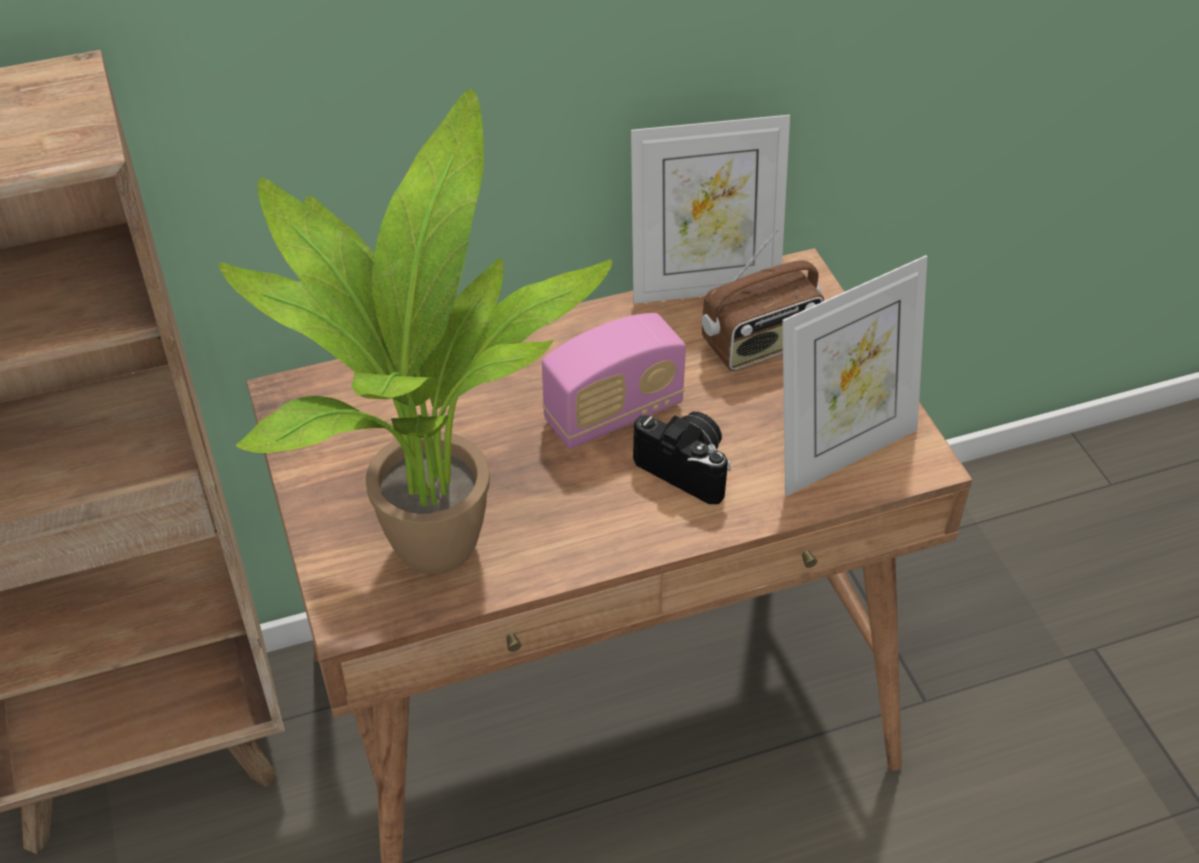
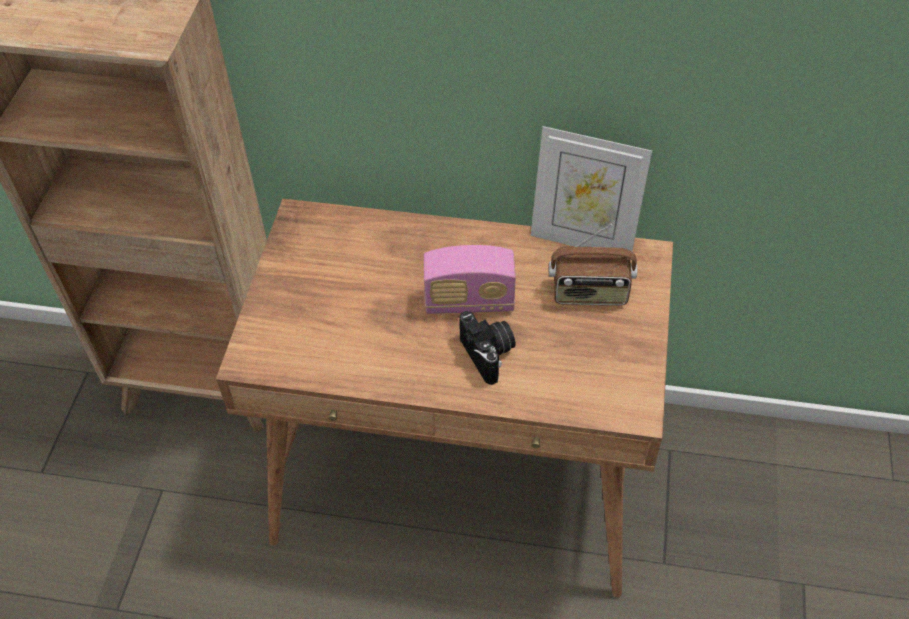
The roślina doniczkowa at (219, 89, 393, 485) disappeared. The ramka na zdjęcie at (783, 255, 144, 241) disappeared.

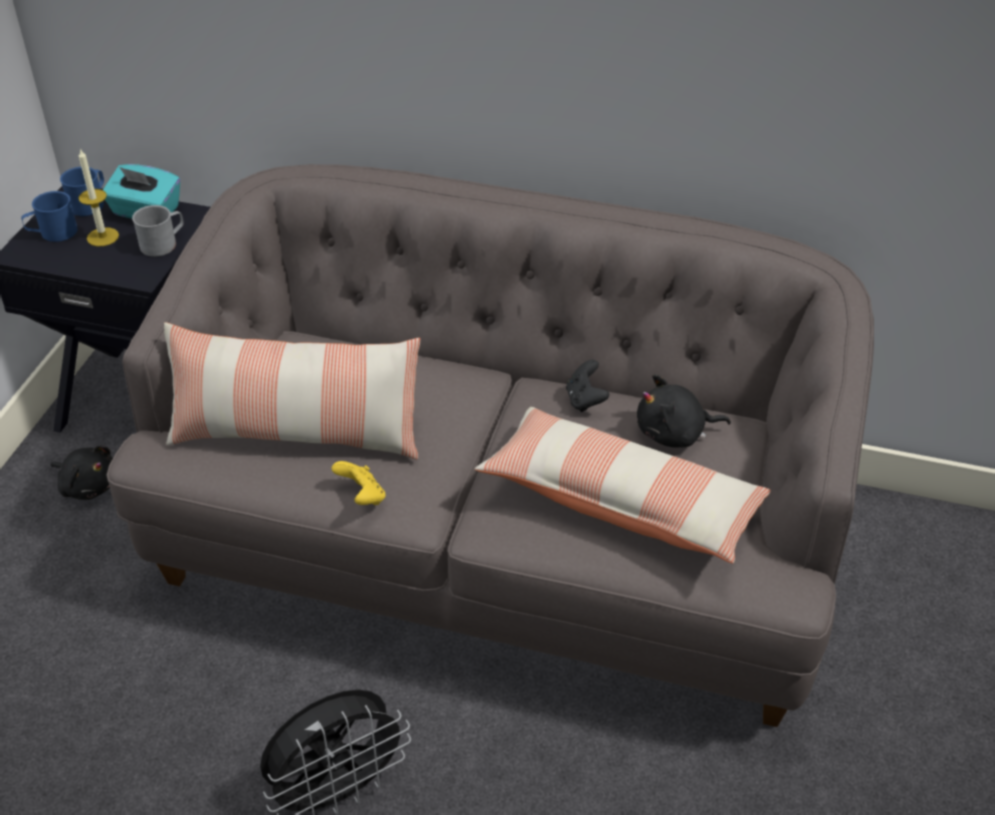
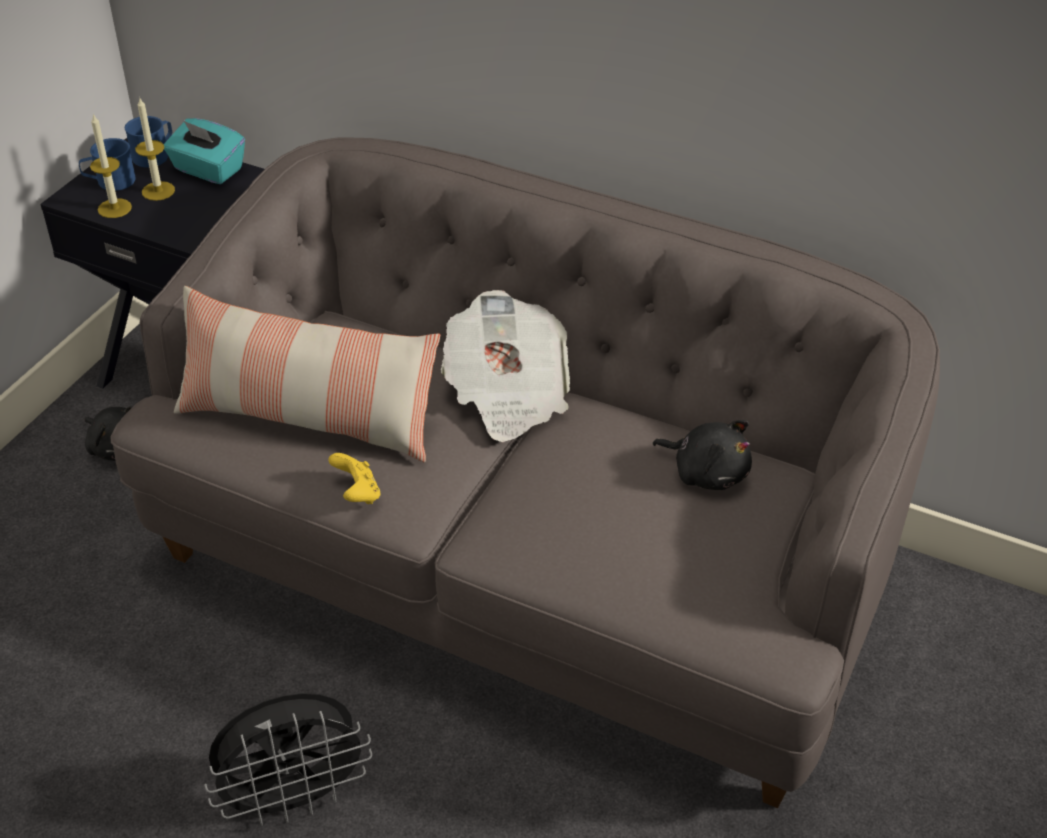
The kubek/szary at (132, 205, 52, 52) disappeared. The pad do gier/czarny at (566, 360, 43, 52) disappeared. The pluszak/czarny at (637, 374, 94, 73) turned 150 degrees counterclockwise. The poduszka at (475, 407, 296, 156) disappeared. The świeca at (90, 113, 42, 105) appeared. The gazeta at (441, 290, 129, 152) appeared.

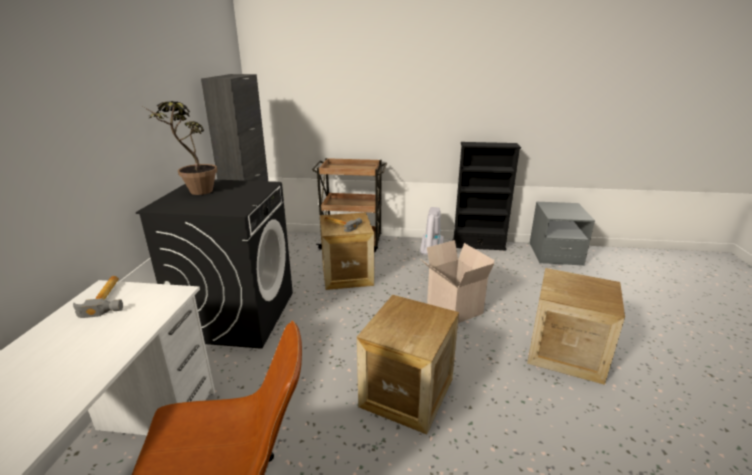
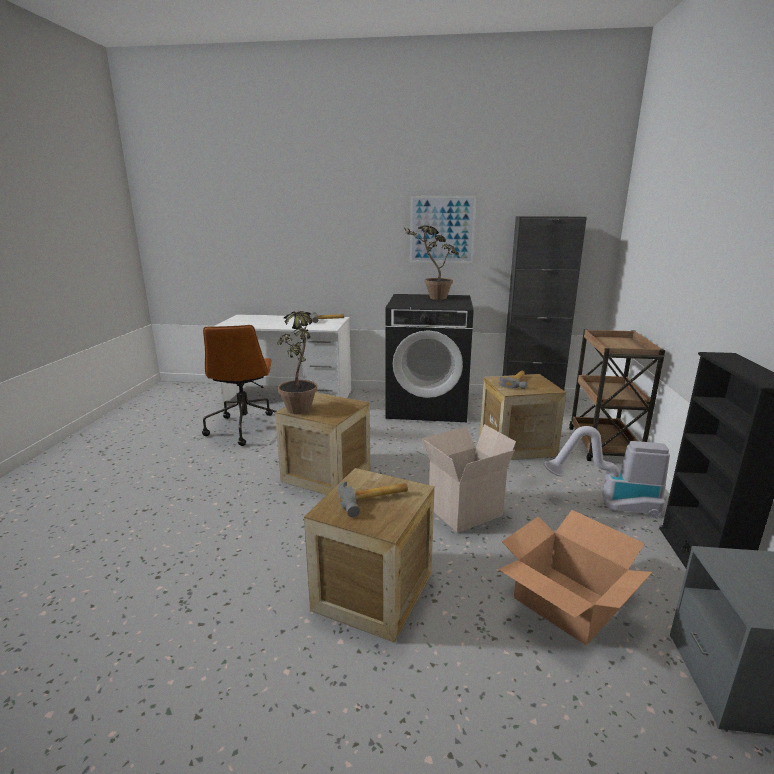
The obraz at (410, 196, 66, 67) appeared. The roślina doniczkowa at (277, 311, 40, 103) appeared. The młotek at (338, 481, 70, 36) appeared. The karton at (498, 510, 154, 135) appeared.

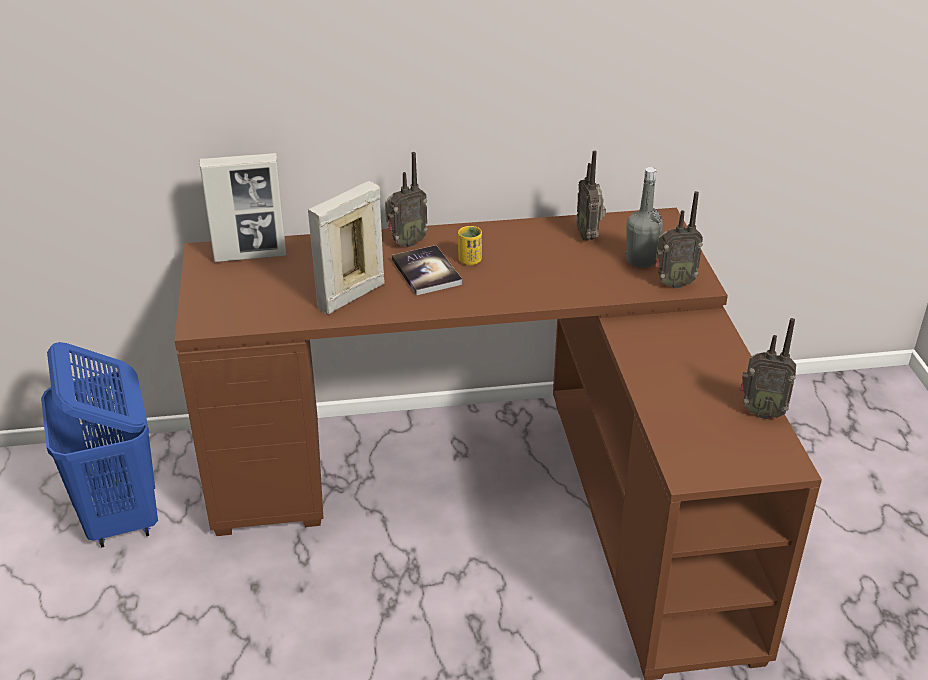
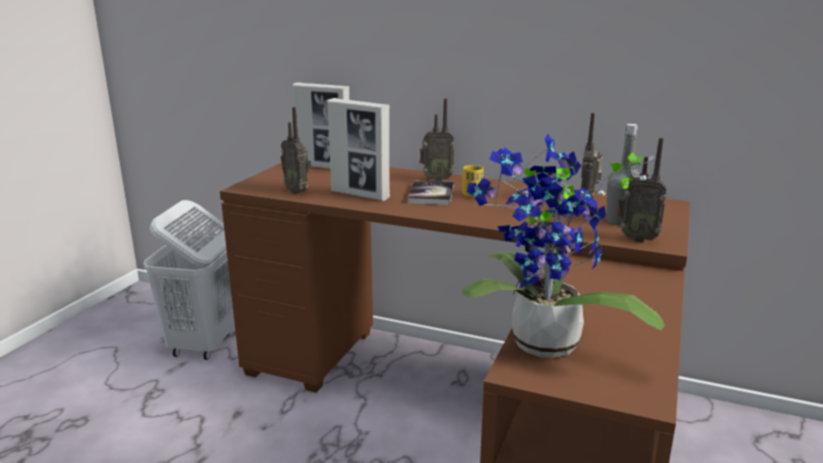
The ramka na zdjęcie at (308, 181, 77, 134) turned 135 degrees counterclockwise. The radio moved from (740, 318, 56, 101) to (281, 107, 30, 87). The kosz na pranie/niebieski at (41, 342, 117, 205) became the kosz na pranie/biały at (144, 200, 91, 160). The roślina doniczkowa at (462, 133, 203, 225) appeared.

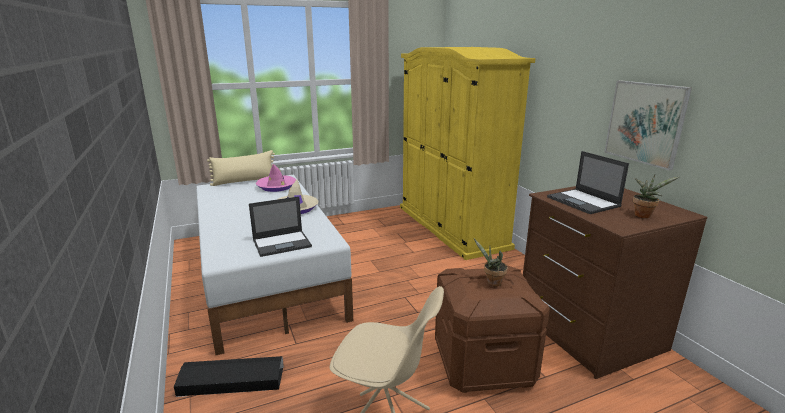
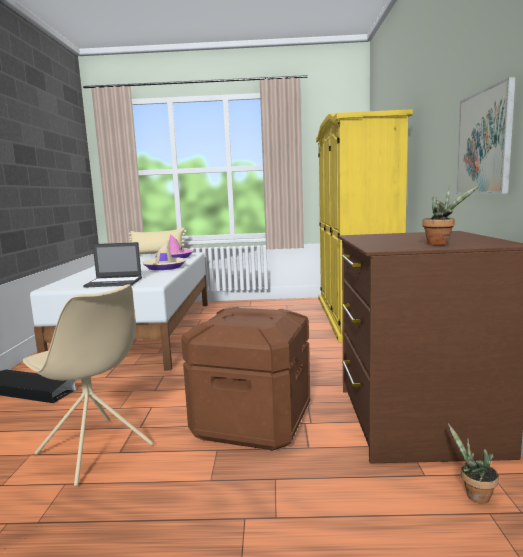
The laptop at (547, 151, 82, 63) disappeared. The roślina doniczkowa moved from (474, 239, 34, 47) to (448, 423, 51, 81).

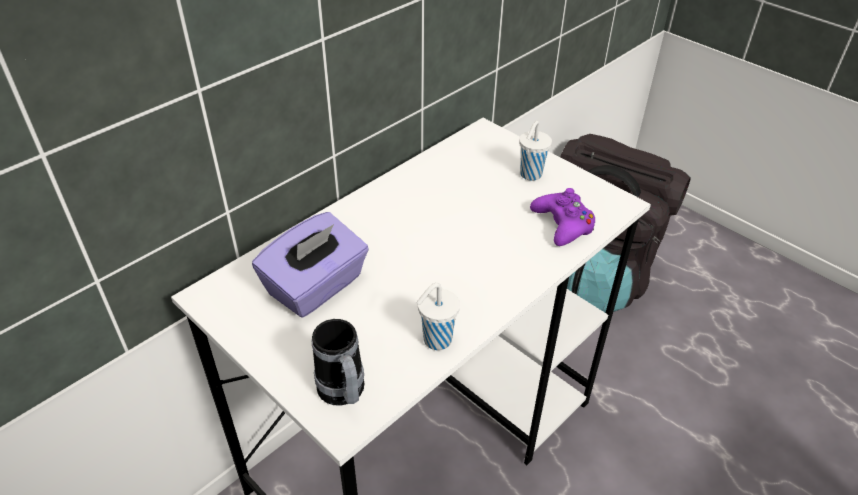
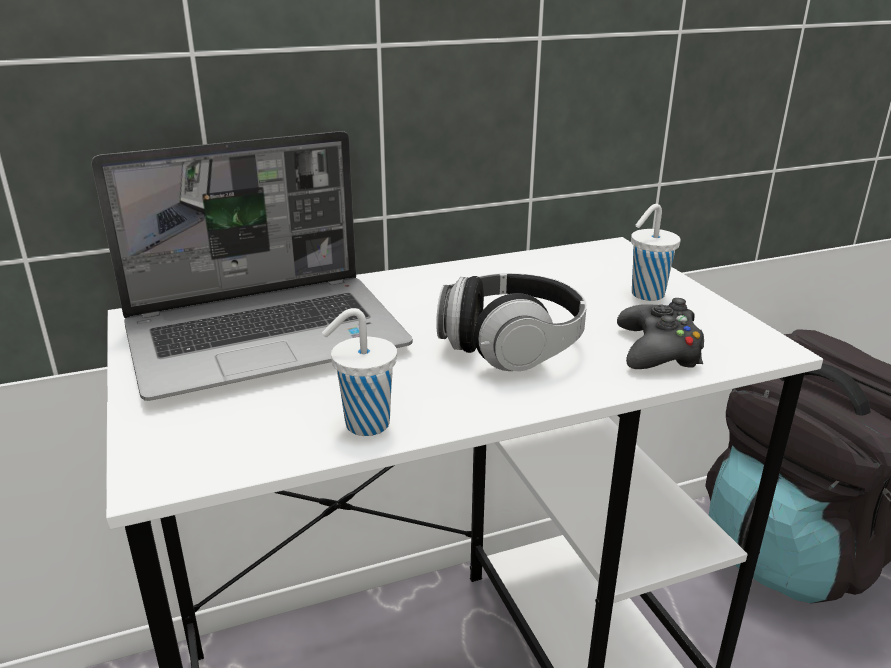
The pad do gier/fioletowy at (530, 188, 65, 58) became the pad do gier/czarny at (617, 298, 87, 71). The pudełko chusteczek/fioletowy at (252, 212, 117, 106) was replaced by the laptop at (92, 131, 321, 270). The kubek at (312, 319, 53, 87) disappeared. The słuchawki at (436, 273, 151, 98) appeared.

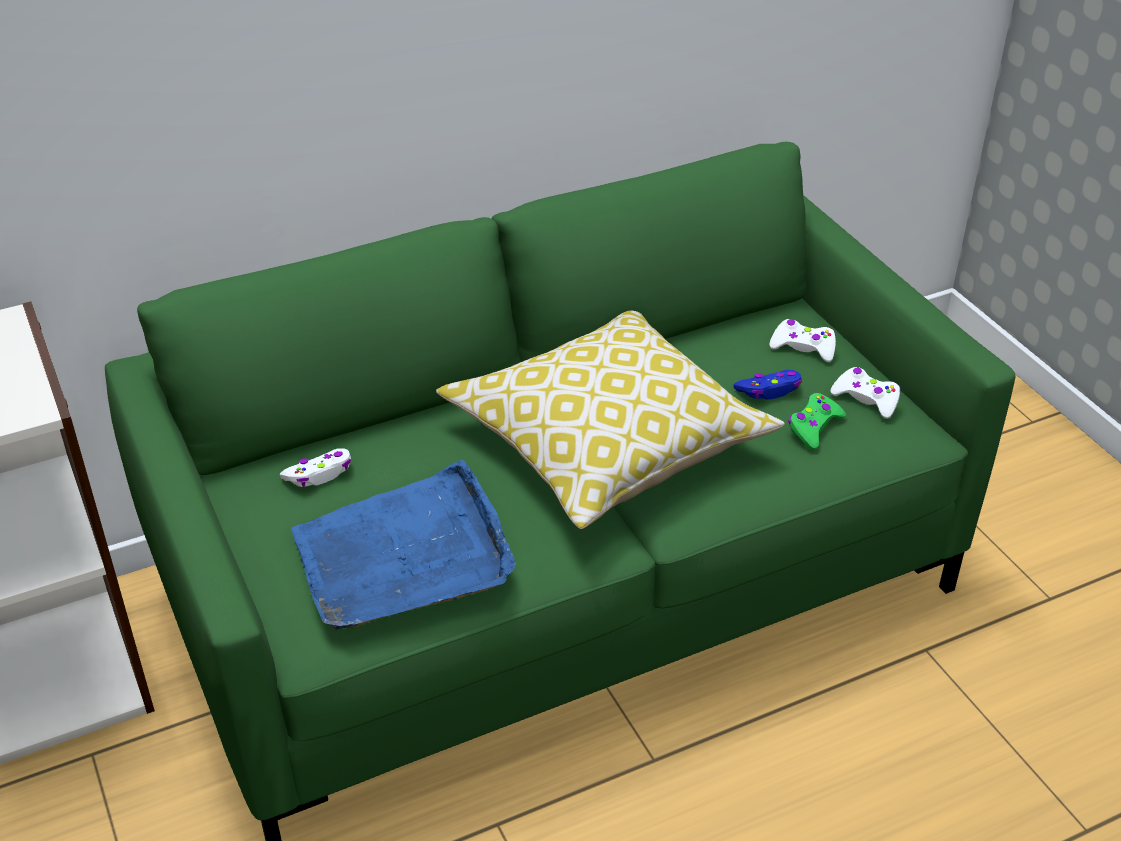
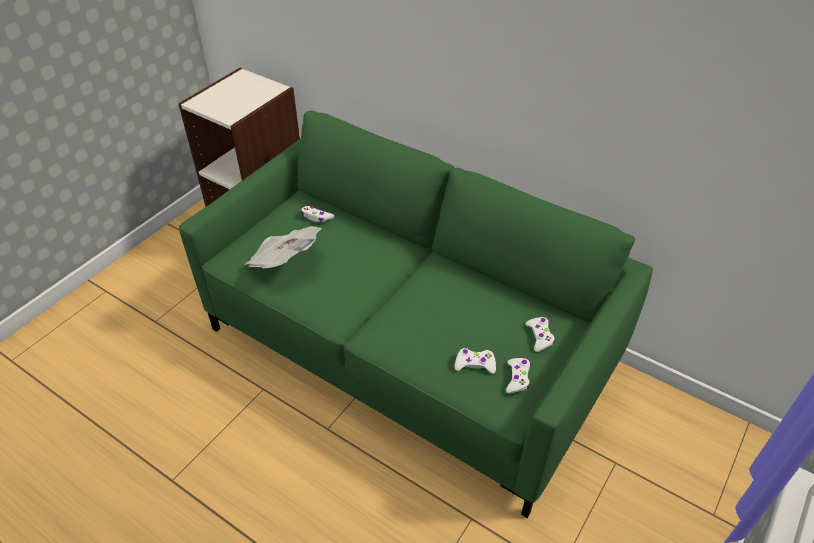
The poduszka at (436, 311, 349, 218) disappeared. The pad do gier/niebieski at (733, 370, 69, 30) disappeared. The pad do gier/zielony at (788, 393, 58, 57) became the pad do gier/biały at (455, 348, 41, 26). The taca/niebieski at (291, 460, 225, 170) was replaced by the gazeta at (244, 226, 78, 42).

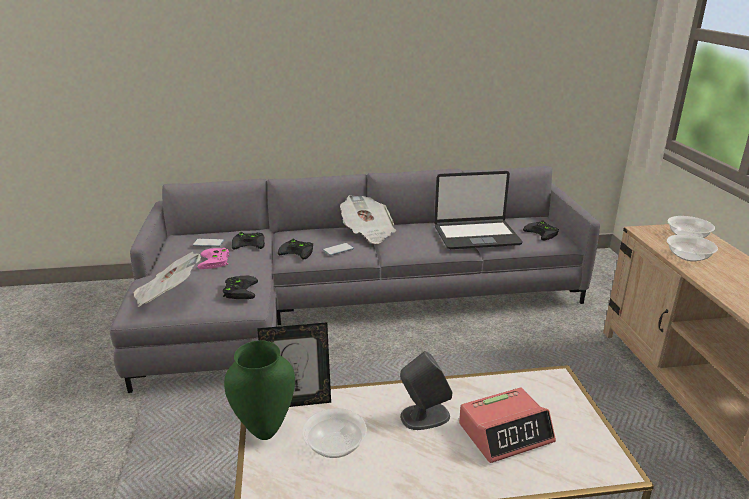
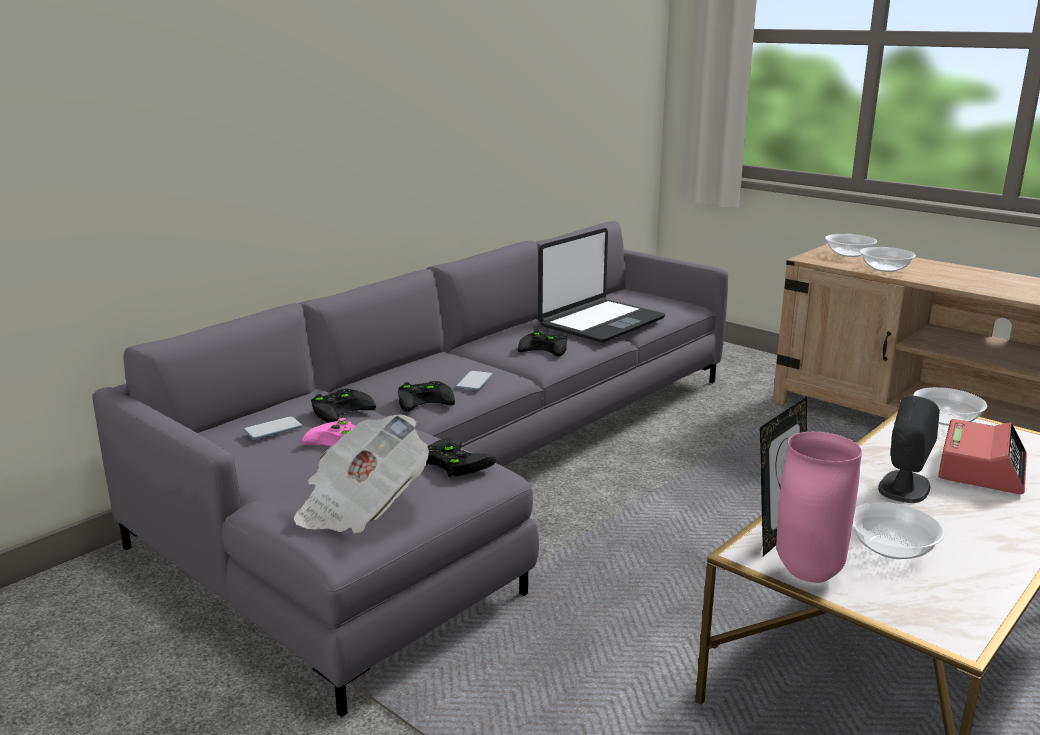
The gazeta at (340, 195, 56, 49) disappeared. The pad do gier/czarny moved from (523, 221, 36, 19) to (518, 330, 50, 26). The wazon/zielony at (224, 341, 71, 99) became the wazon/różowy at (776, 432, 86, 151). The miska at (913, 387, 74, 39) appeared.

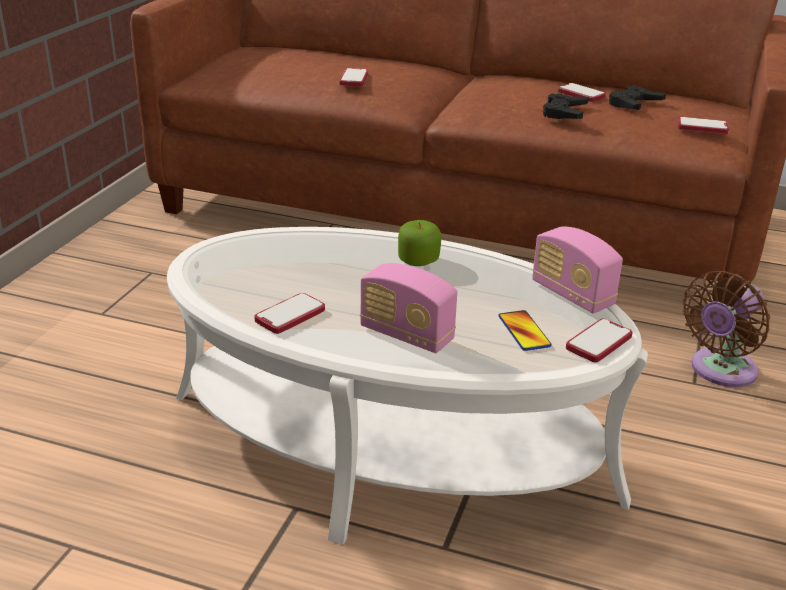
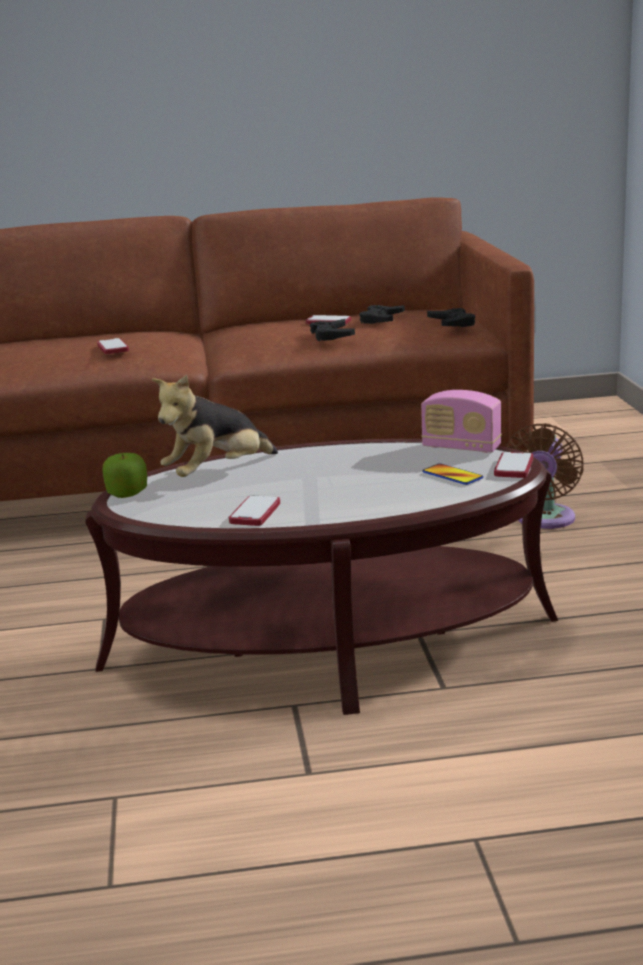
The telefon at (678, 117, 51, 17) was replaced by the pad do gier/czarny at (427, 308, 48, 19). The jabłko moved from (398, 220, 44, 46) to (103, 453, 44, 45). The ława/biały at (167, 227, 481, 317) became the ława/brązowy at (85, 439, 473, 276). The radio at (360, 263, 97, 90) disappeared. The pluszak at (152, 375, 126, 102) appeared.

